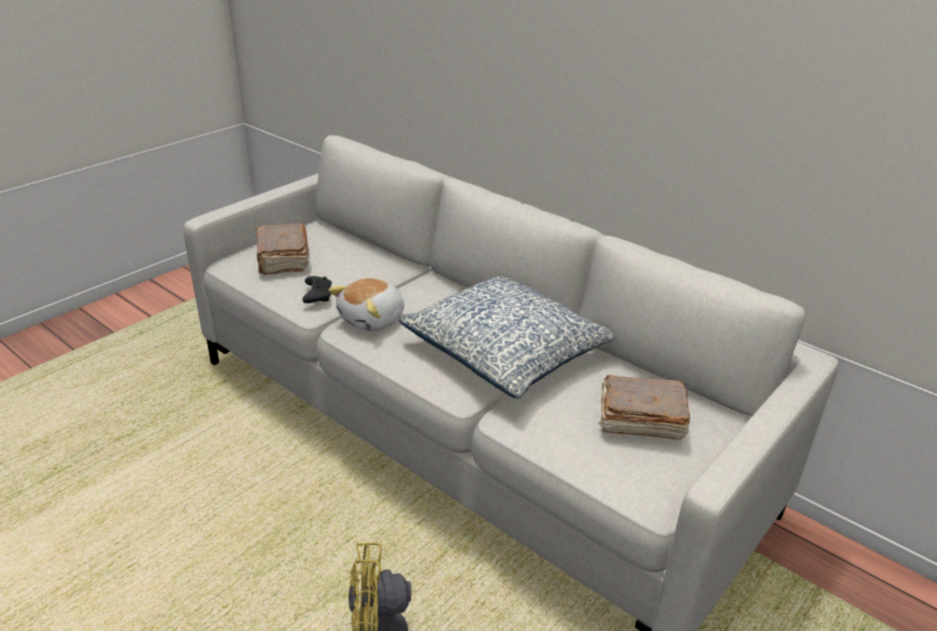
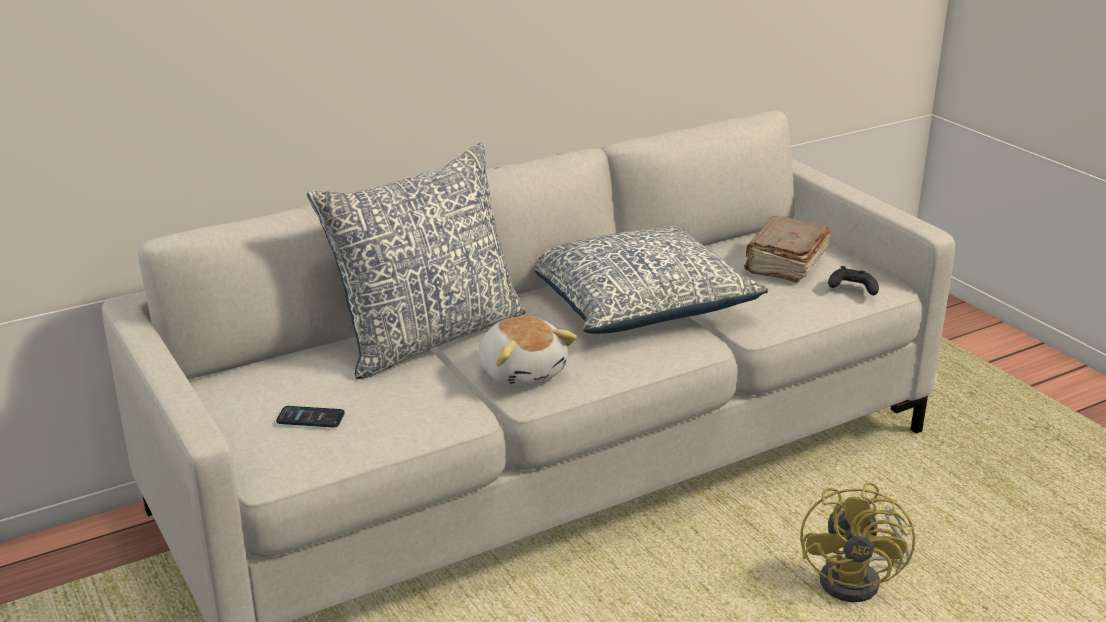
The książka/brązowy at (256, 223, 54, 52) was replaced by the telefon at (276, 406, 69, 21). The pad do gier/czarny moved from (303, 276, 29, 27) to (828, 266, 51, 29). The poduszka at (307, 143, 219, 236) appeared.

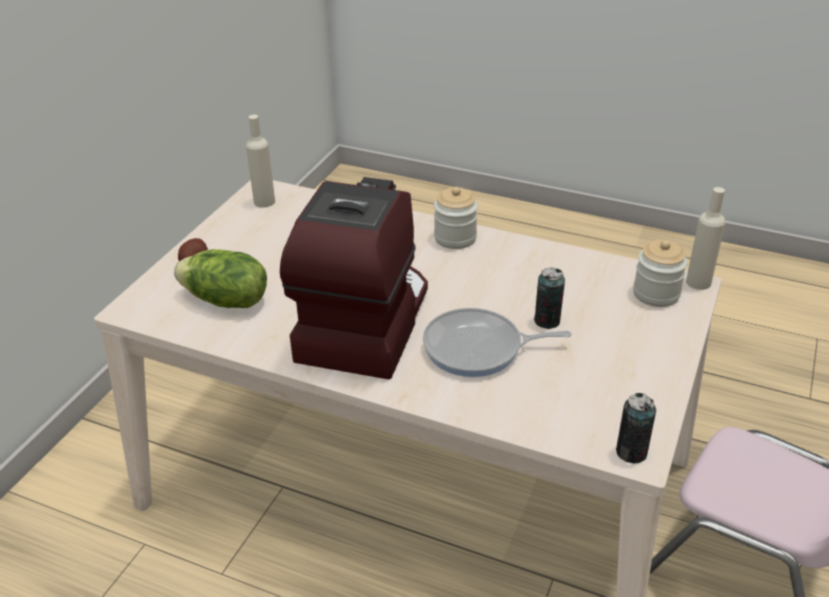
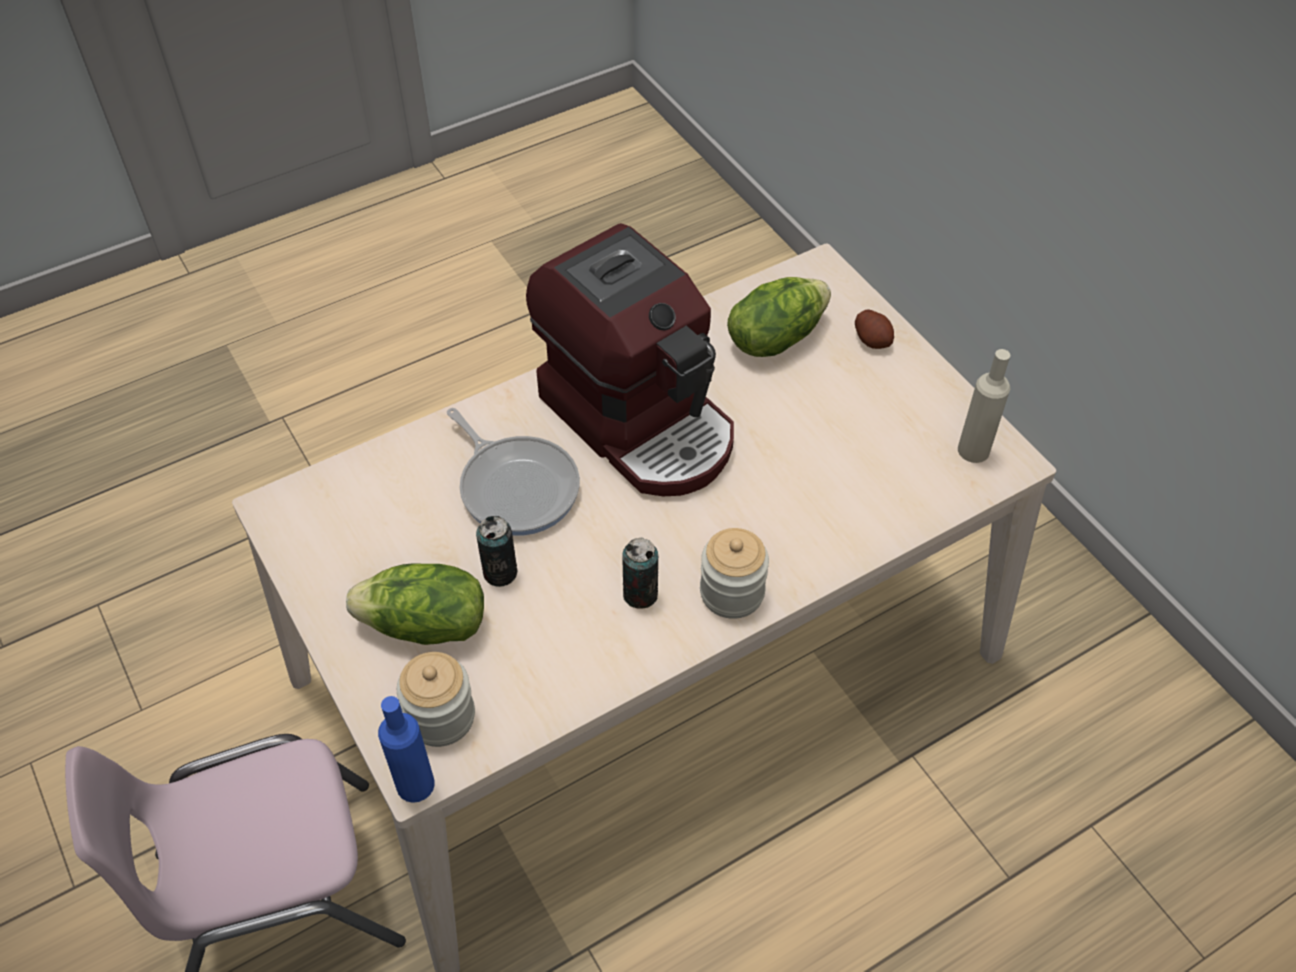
The butelka/beżowy at (686, 187, 40, 103) became the butelka/niebieski at (378, 696, 57, 107). The patelnia at (423, 308, 149, 69) turned 105 degrees clockwise. The puszka moved from (616, 393, 40, 70) to (622, 538, 36, 71). The sałata at (346, 563, 138, 82) appeared.

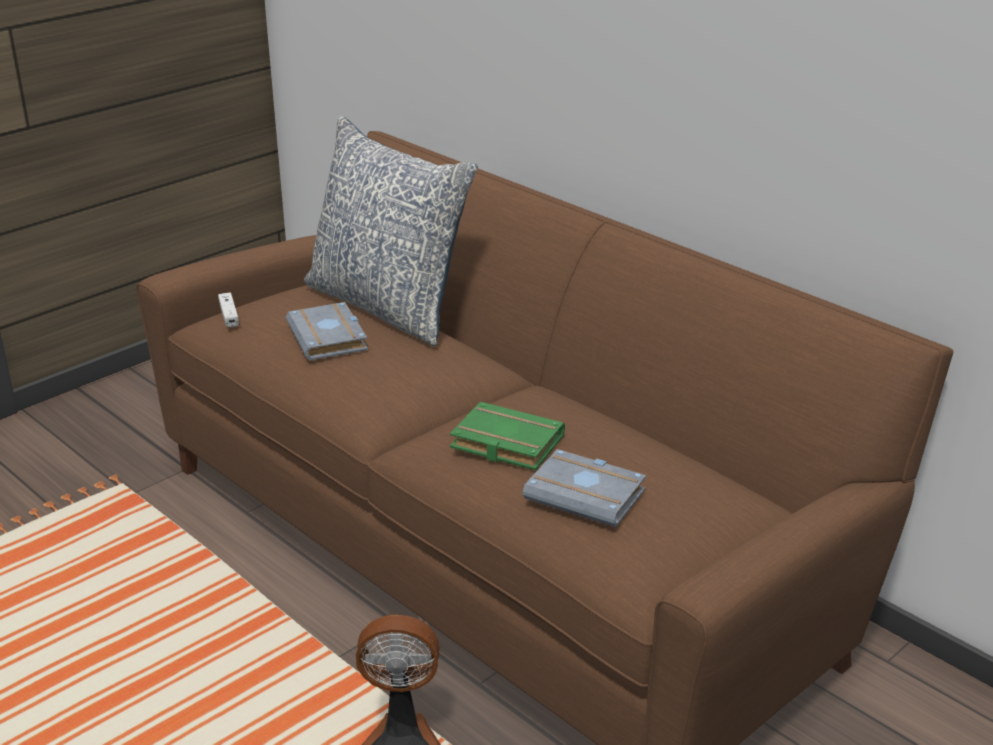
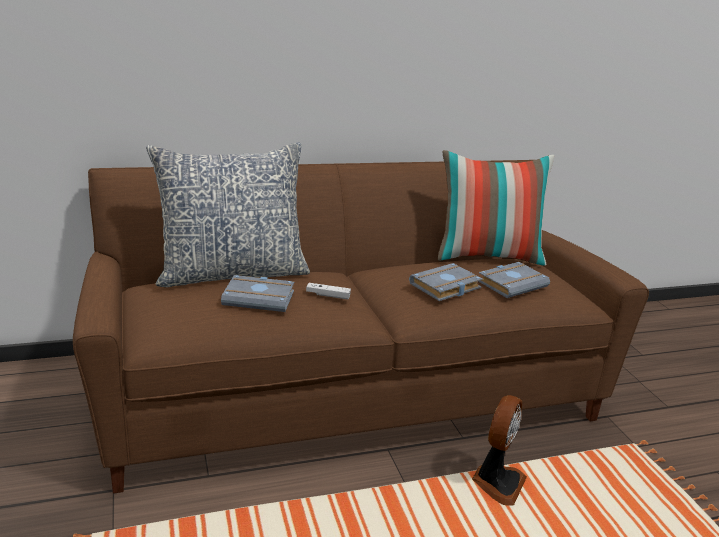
The pad do gier/biały moved from (218, 292, 21, 35) to (306, 283, 45, 16). The książka/zielony at (450, 402, 115, 69) became the książka/szary at (409, 263, 74, 38). The poduszka at (438, 150, 116, 116) appeared.

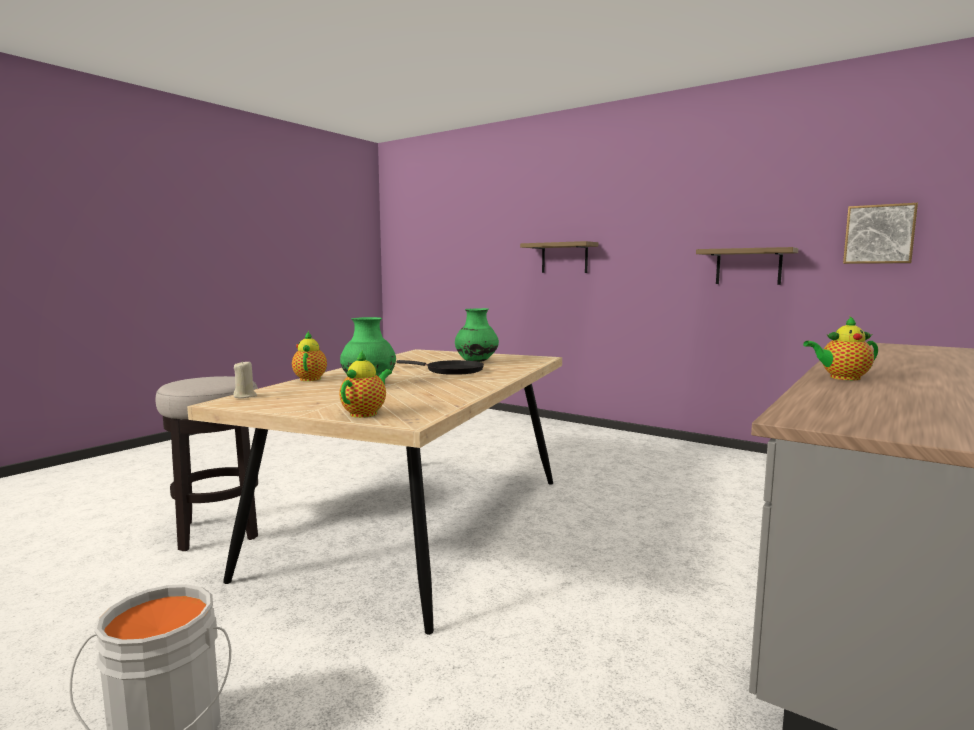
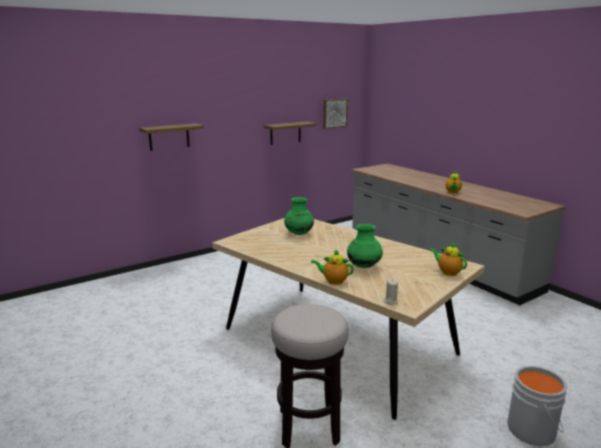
The patelnia/czarny at (397, 360, 87, 15) disappeared.

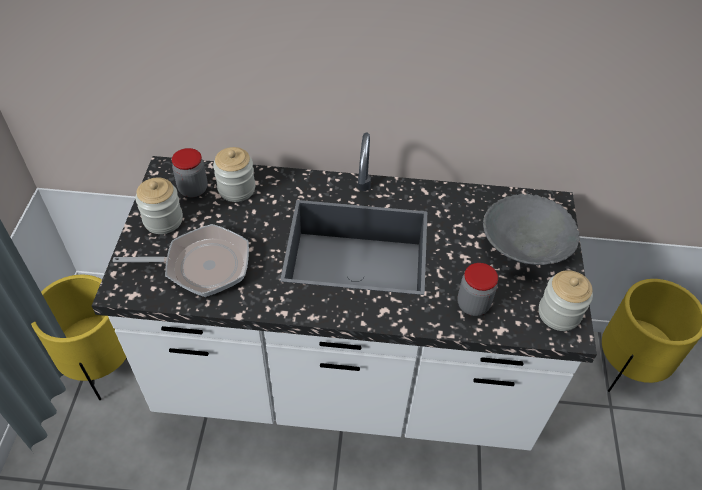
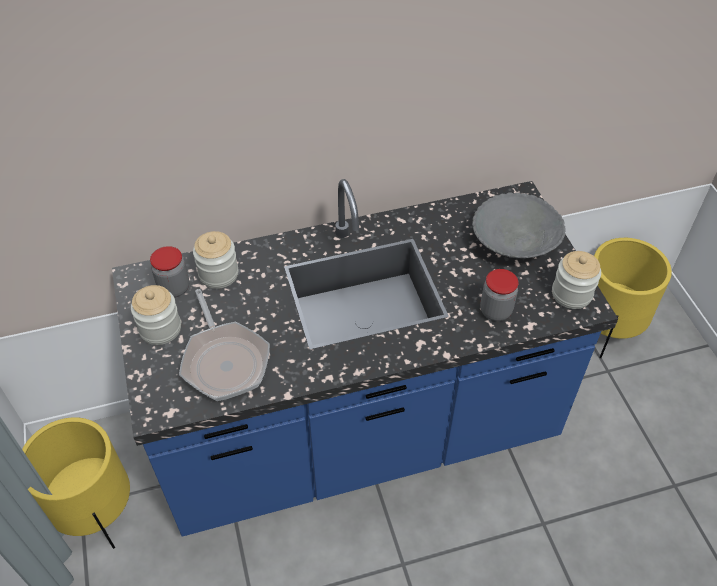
The zabudowa kuchenna/biały at (92, 132, 505, 319) became the zabudowa kuchenna/niebieski at (112, 179, 506, 358). The patelnia at (113, 224, 136, 73) turned 90 degrees clockwise.

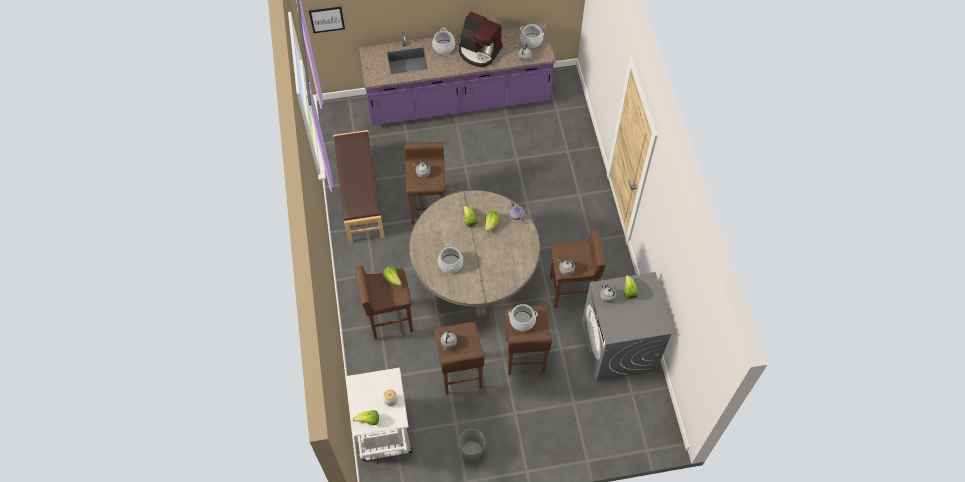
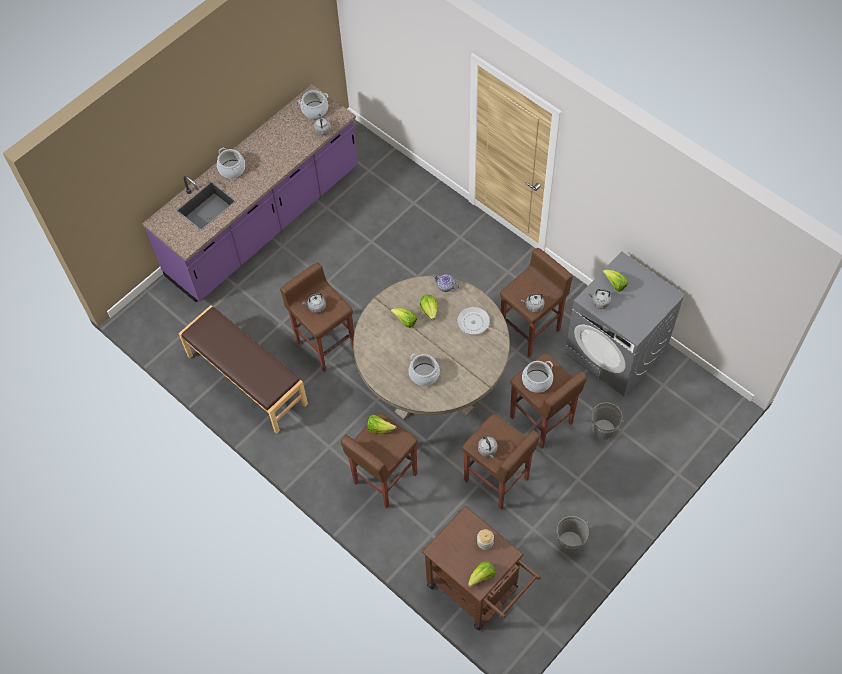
The obraz at (309, 7, 36, 26) disappeared. The ekspres do kawy at (459, 11, 44, 56) disappeared. The wózek/biały at (347, 367, 65, 94) became the wózek/brązowy at (422, 506, 119, 124). The patelnia at (457, 307, 48, 29) appeared. The wiadro/szary at (591, 402, 33, 38) appeared.

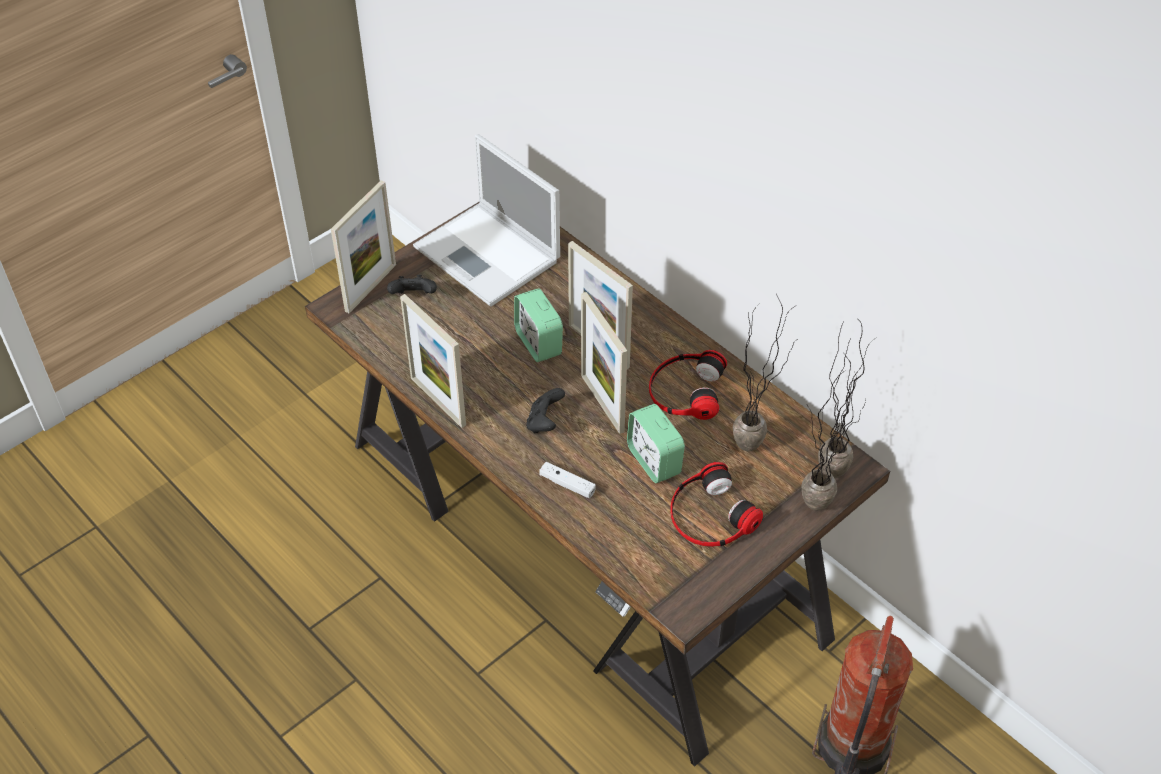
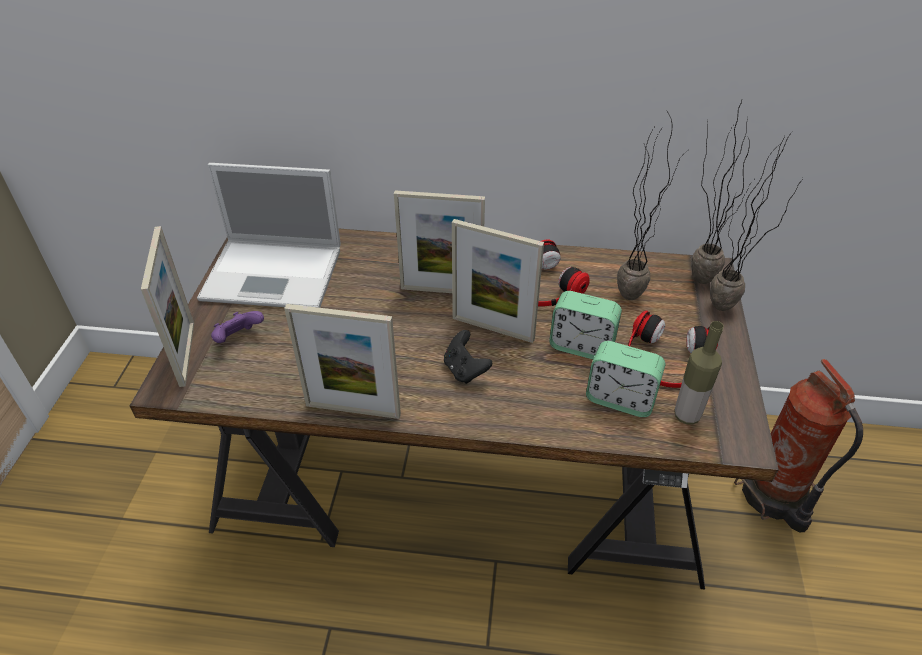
The pad do gier/czarny at (387, 275, 50, 19) became the pad do gier/fioletowy at (211, 311, 53, 32). The budzik moved from (514, 288, 49, 74) to (586, 341, 79, 76). The pad do gier/biały at (539, 462, 57, 36) disappeared. The butelka at (675, 321, 49, 104) appeared.

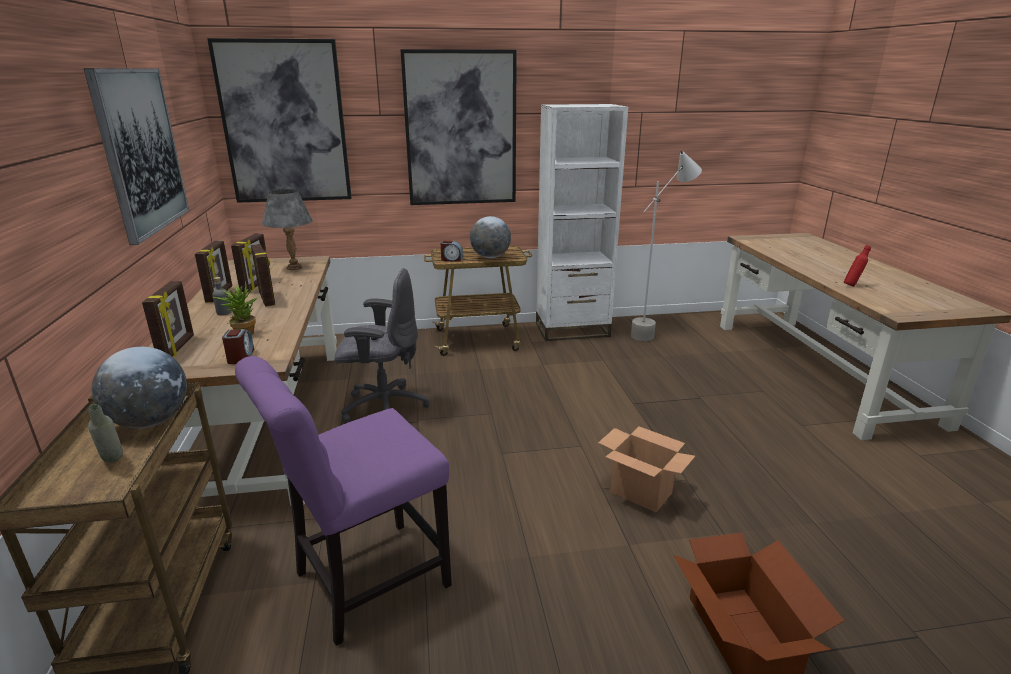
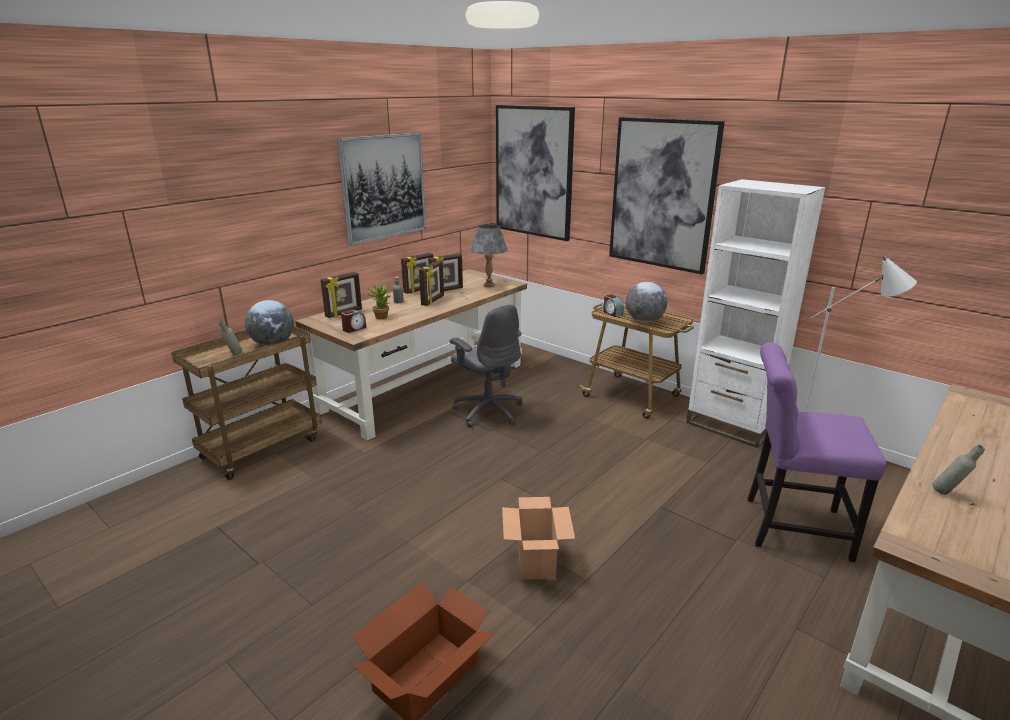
The butelka/czerwony at (844, 245, 27, 42) became the butelka/szary at (932, 445, 53, 50). The krzesło/fioletowy moved from (235, 356, 217, 290) to (747, 342, 139, 220).

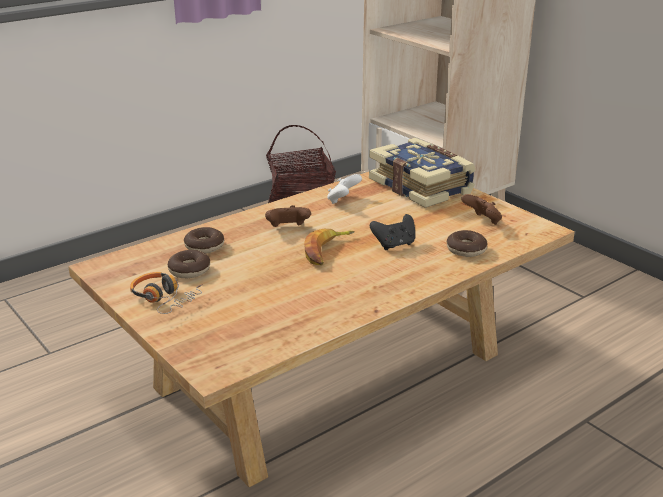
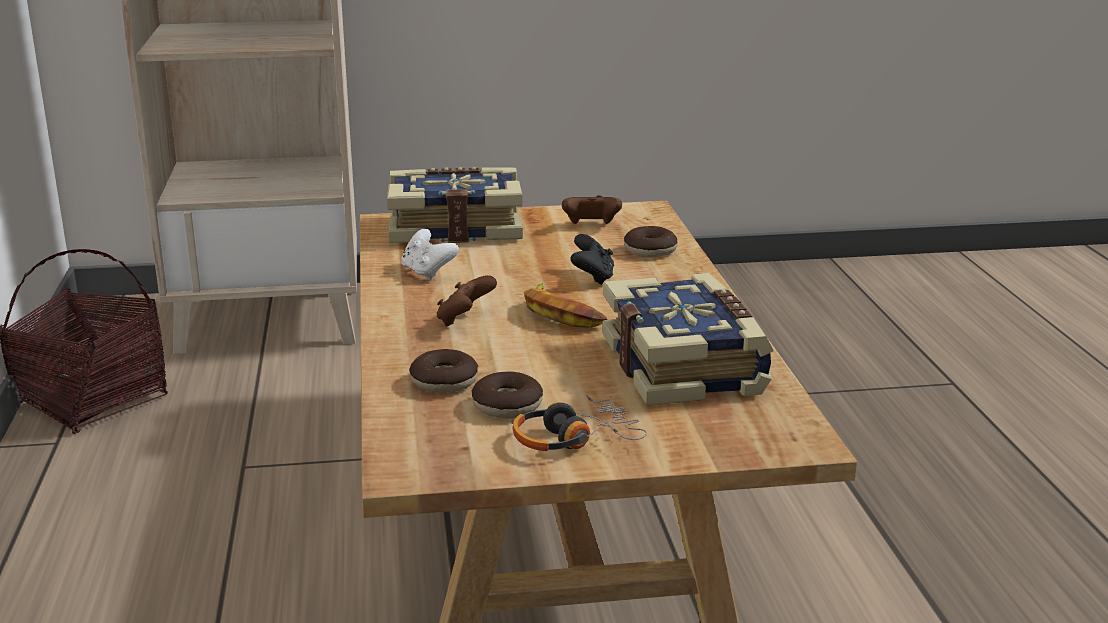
The książka at (602, 273, 172, 133) appeared.

